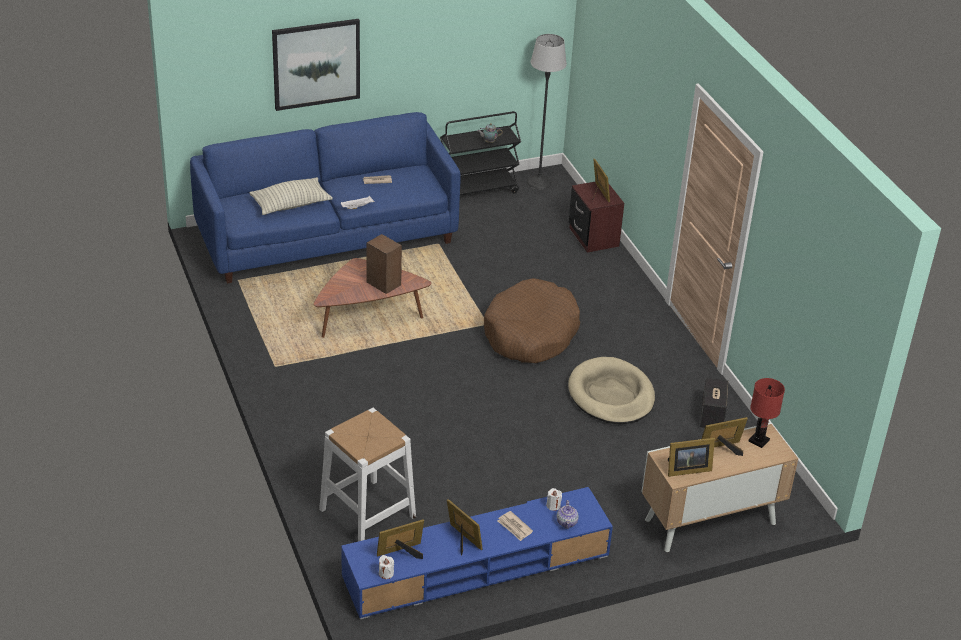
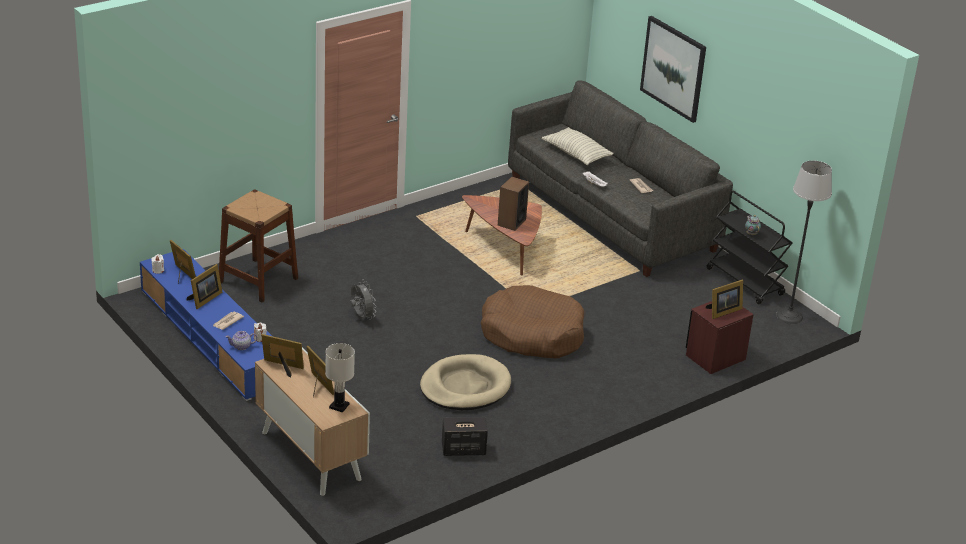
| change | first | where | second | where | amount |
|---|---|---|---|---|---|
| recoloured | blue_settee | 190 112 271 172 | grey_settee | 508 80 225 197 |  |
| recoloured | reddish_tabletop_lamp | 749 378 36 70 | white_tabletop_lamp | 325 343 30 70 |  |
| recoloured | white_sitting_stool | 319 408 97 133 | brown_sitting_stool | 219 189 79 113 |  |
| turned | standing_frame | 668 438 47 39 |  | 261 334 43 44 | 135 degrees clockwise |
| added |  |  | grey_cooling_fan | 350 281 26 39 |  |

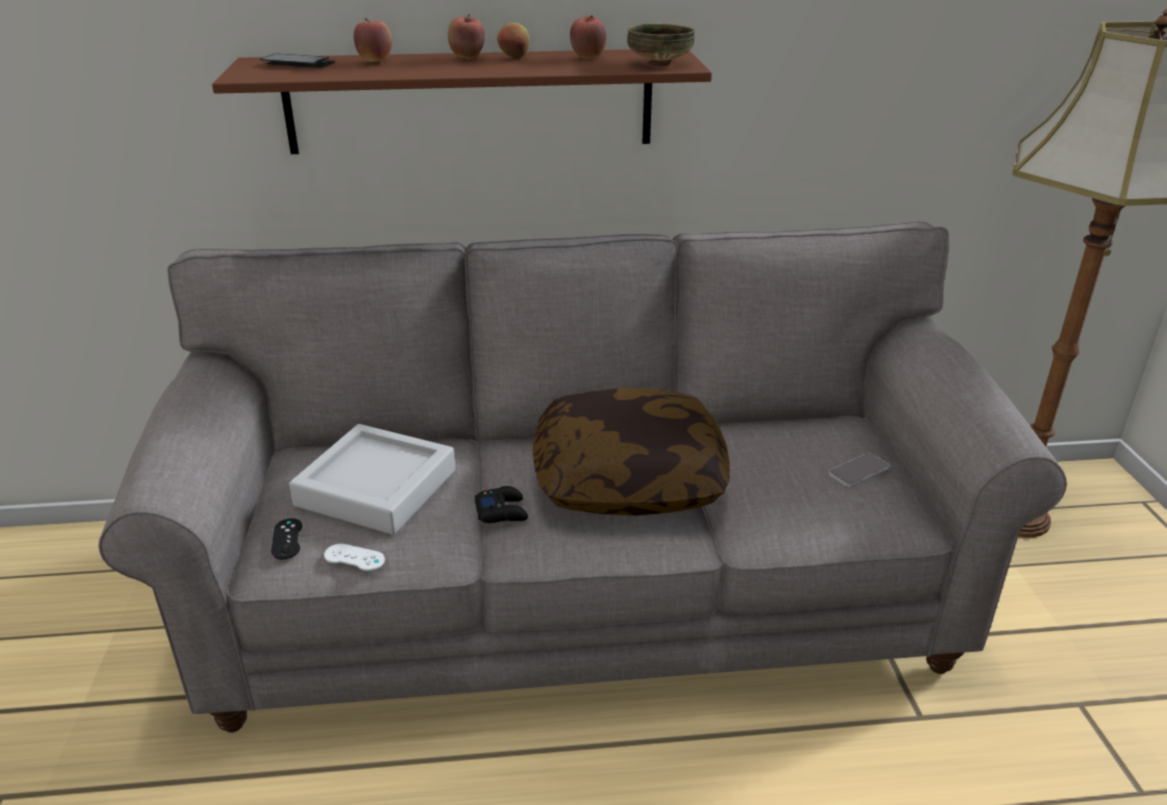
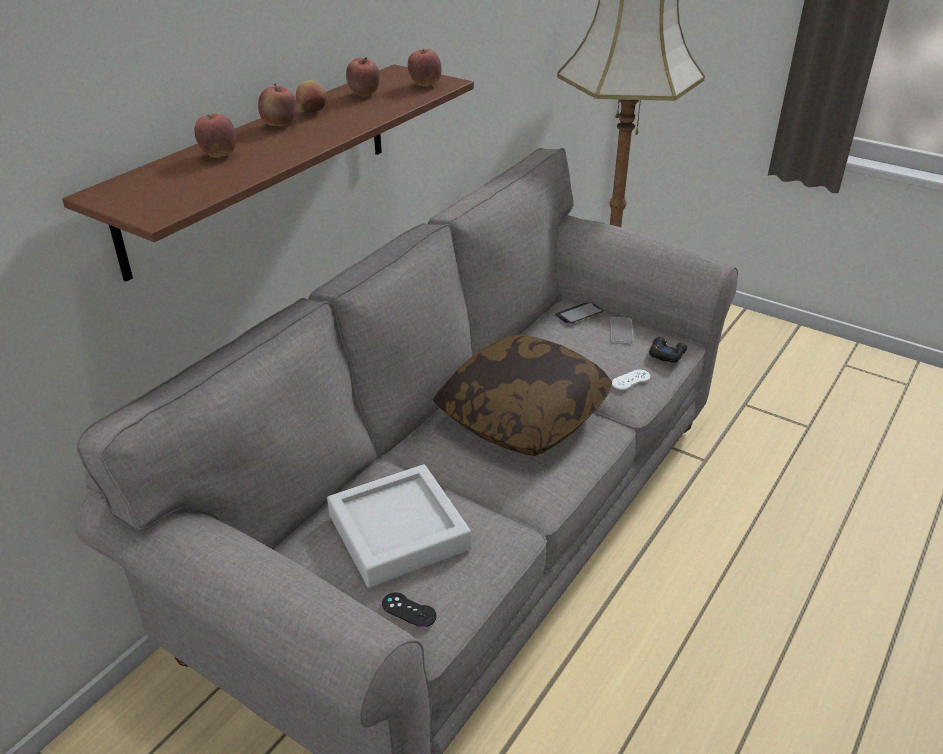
| change | first | where | second | where | amount |
|---|---|---|---|---|---|
| replaced | serving_bowl | 627 24 68 42 | whole_apple | 408 49 33 37 |  |
| moved | phone | 260 53 75 15 |  | 555 302 48 21 |  |
| moved | blackish_gamepad | 475 486 53 37 |  | 649 337 38 26 |  |
| moved | white_gamepad | 324 544 61 27 |  | 612 370 38 20 |  |

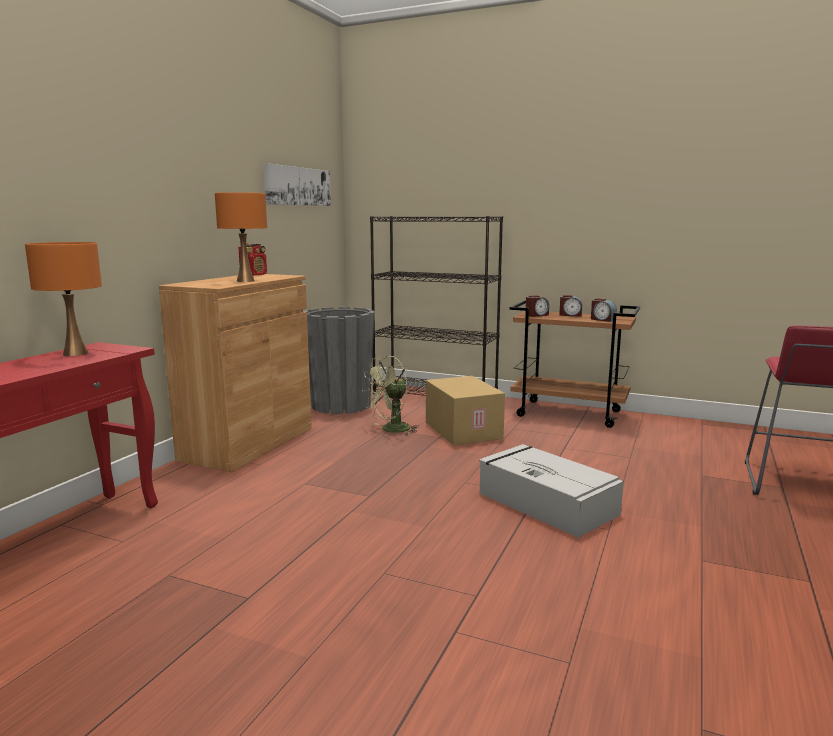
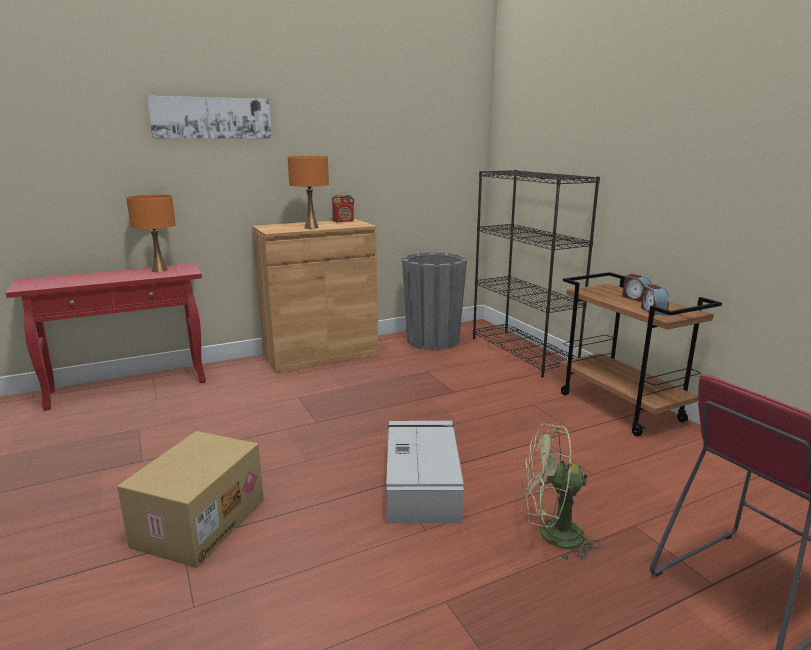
| change | first | where | second | where | amount |
|---|---|---|---|---|---|
| moved | wall_picture | 264 163 67 43 |  | 147 96 125 43 |  |
| removed | alarm_clock | 525 295 24 22 |  |  |  |
| moved | green_cooling_fan | 362 356 56 79 |  | 522 423 78 138 |  |
| moved | carton | 426 376 79 69 |  | 117 431 147 137 |  |

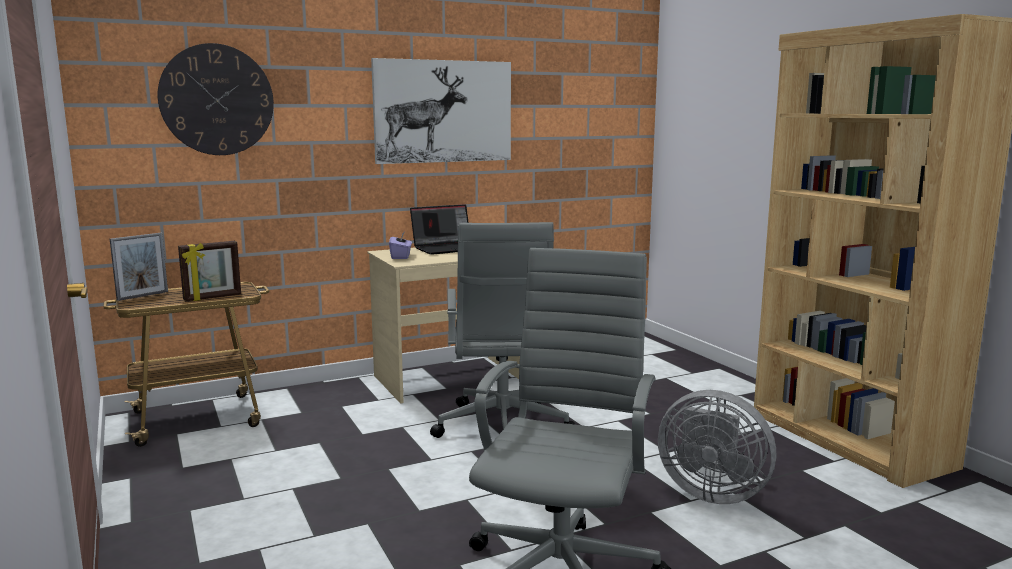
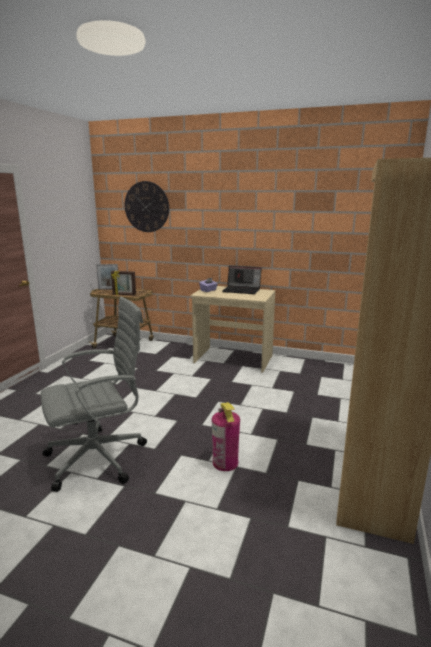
| change | first | where | second | where | amount |
|---|---|---|---|---|---|
| removed | wall_picture | 371 58 140 106 |  |  |  |
| removed | grey_office_chair | 430 222 146 216 |  |  |  |
| replaced | grey_cooling_fan | 658 390 118 114 | fire_extinguisher | 212 402 28 69 |  |

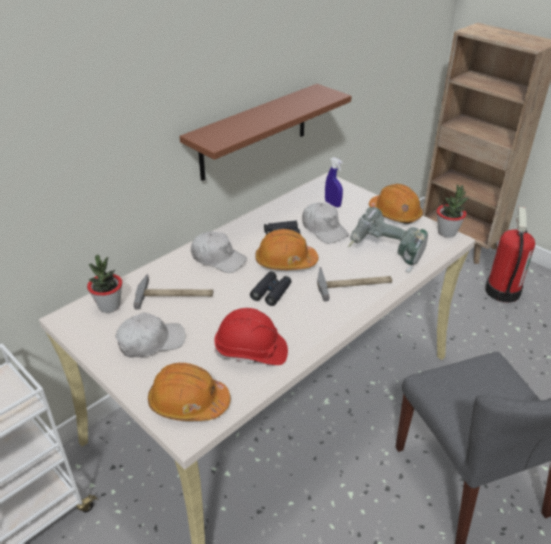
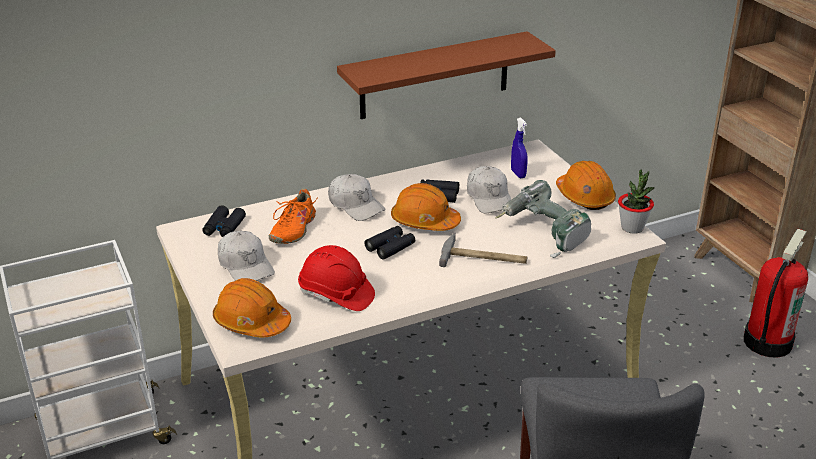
| change | first | where | second | where | amount |
|---|---|---|---|---|---|
| replaced | houseplant | 87 255 35 58 | blackish_pair_of_binoculars | 202 205 44 32 |  |
| replaced | tool_hammer | 133 274 80 35 | orangey_shoe | 269 188 49 56 |  |
| turned | white_peaked_cap | 115 313 71 44 |  | 218 231 57 50 | 60 degrees clockwise |

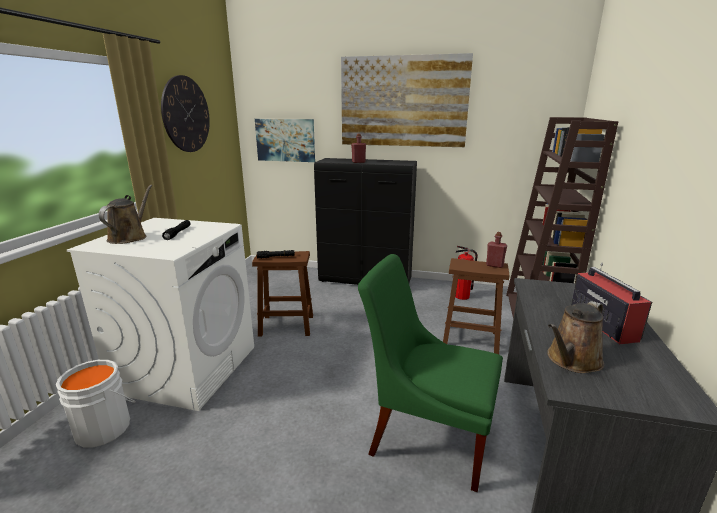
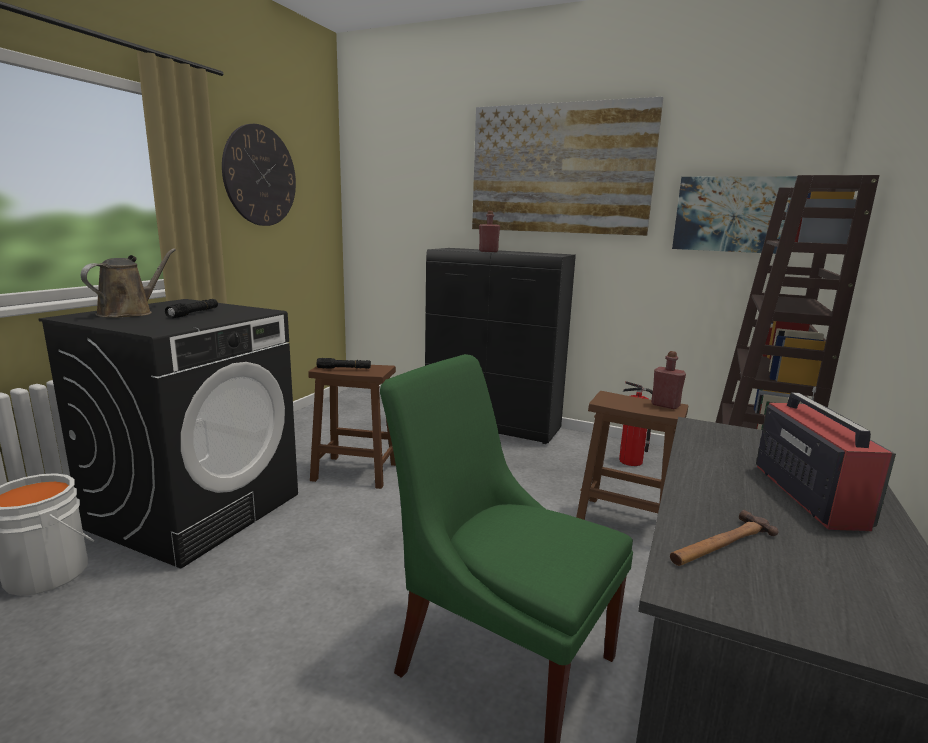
| change | first | where | second | where | amount |
|---|---|---|---|---|---|
| moved | wall_picture | 255 119 60 43 |  | 672 176 125 78 |  |
| recoloured | white_laundry_appliance | 67 218 187 193 | blackish_laundry_appliance | 38 299 260 269 |  |
| replaced | brown_watering_pot | 547 301 57 72 | tool_hammer | 670 510 108 56 |  |

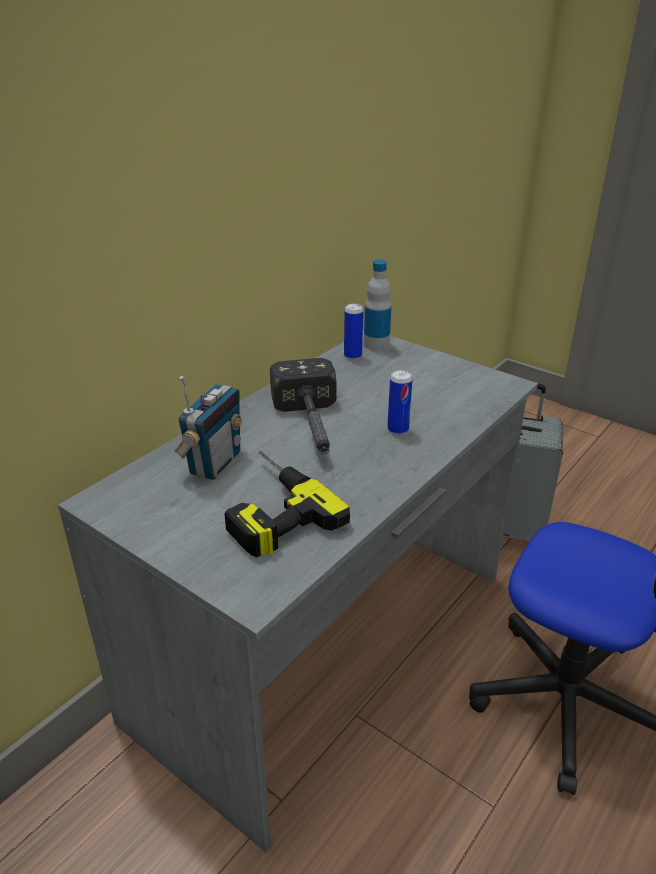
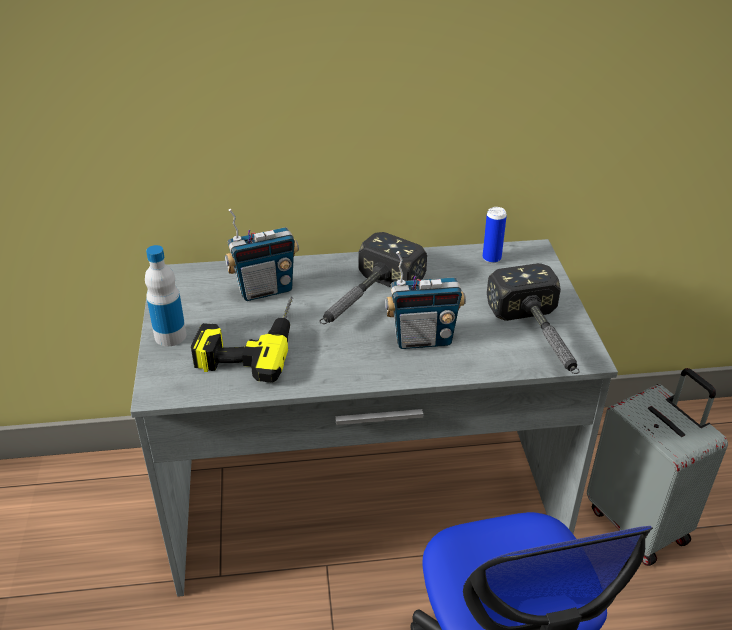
| change | first | where | second | where | amount |
|---|---|---|---|---|---|
| moved | bottle | 364 260 28 90 |  | 145 245 42 101 |  |
| replaced | metal_can | 387 370 26 65 | radio | 385 251 81 98 |  |
| added |  |  | tool_hammer | 487 263 93 111 |  |

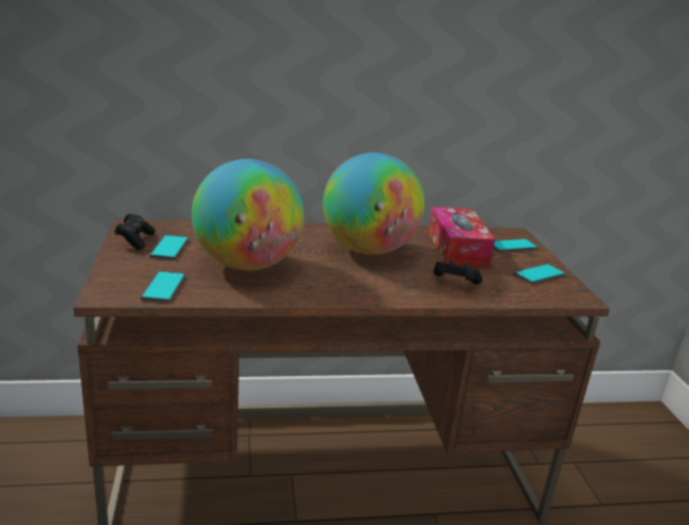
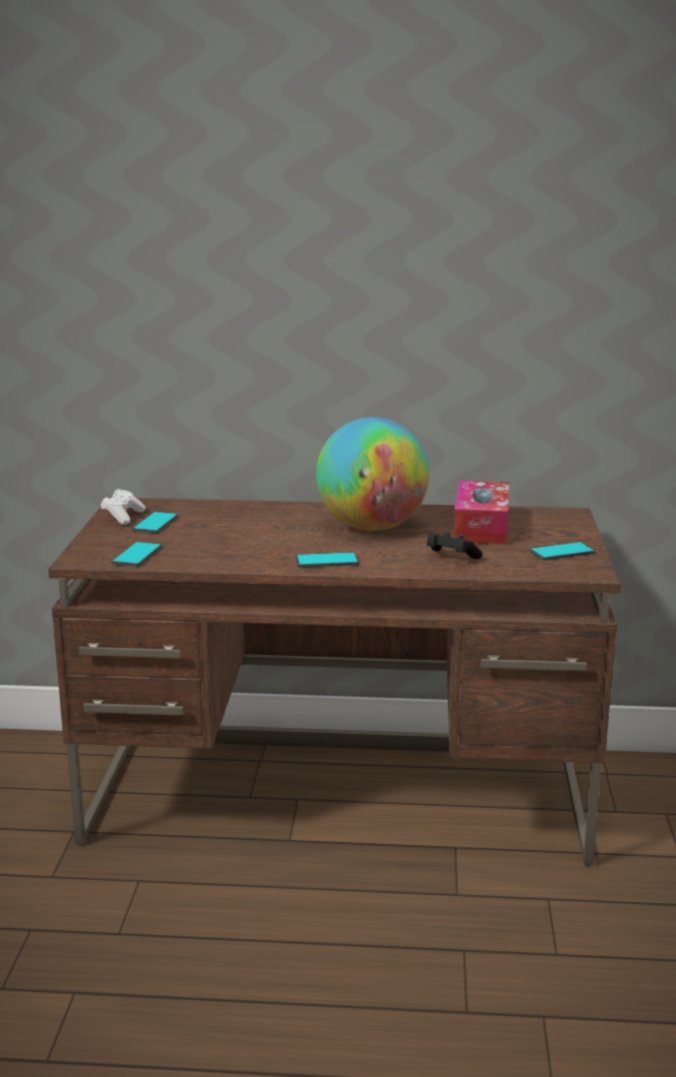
| change | first | where | second | where | amount |
|---|---|---|---|---|---|
| removed | desk_globe | 192 159 112 112 |  |  |  |
| recoloured | blackish_gamepad | 115 213 40 37 | white_gamepad | 101 489 45 36 |  |
| moved | phone | 494 239 44 13 |  | 296 552 62 16 |  |

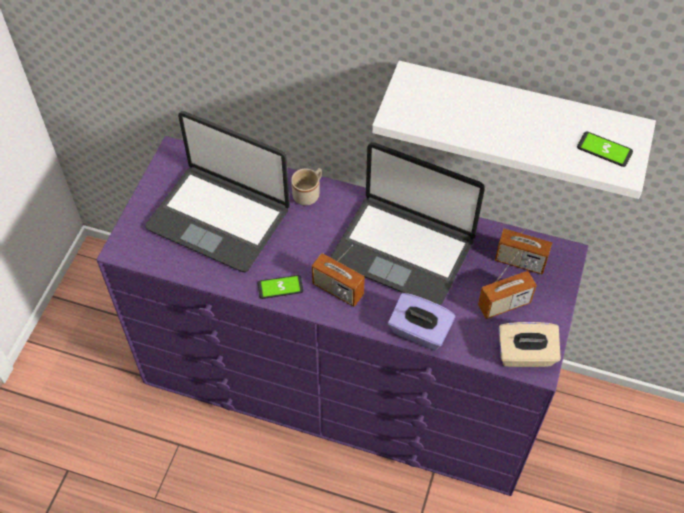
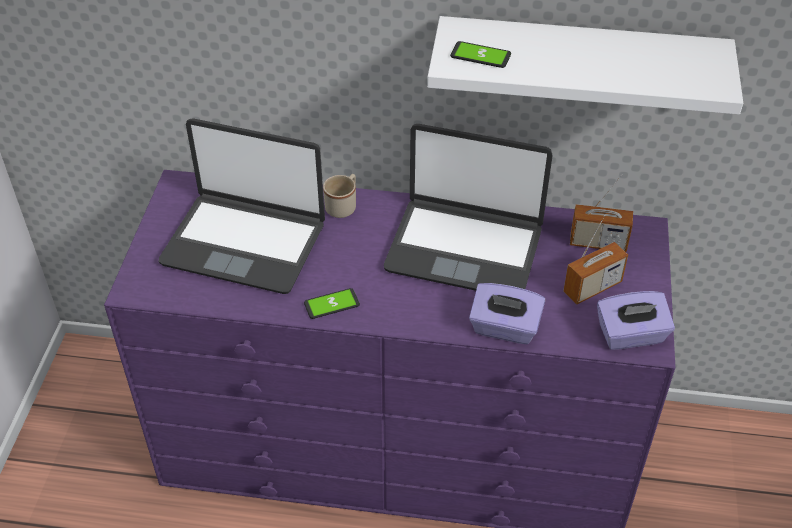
| change | first | where | second | where | amount |
|---|---|---|---|---|---|
| moved | phone | 577 132 56 35 |  | 450 41 61 27 |  |
| removed | radio | 312 245 53 62 |  |  |  |
| recoloured | beige_tissue_box | 498 322 63 45 | purplish_tissue_box | 597 291 78 59 |  |

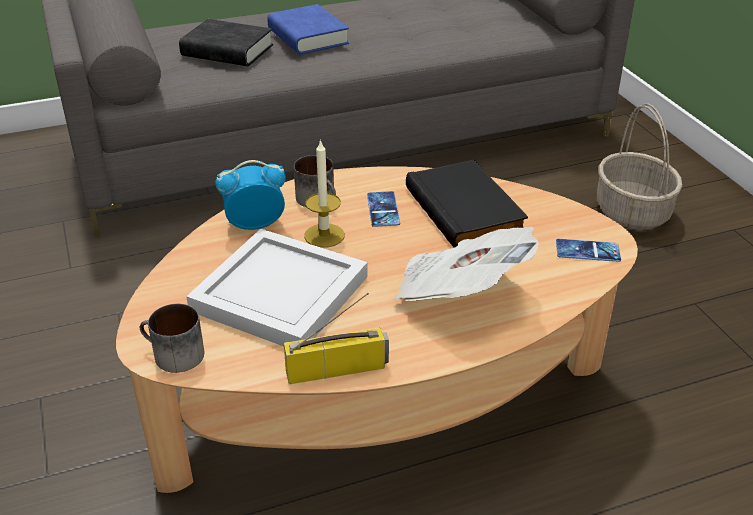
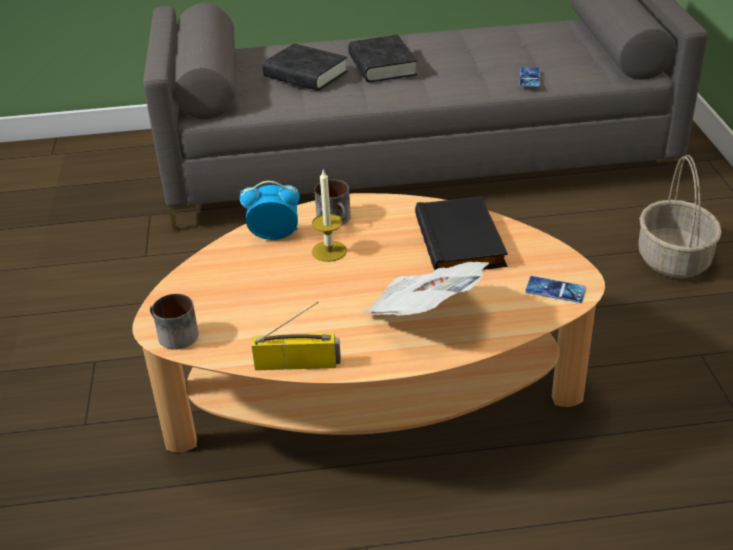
| change | first | where | second | where | amount |
|---|---|---|---|---|---|
| recoloured | blue_volume | 267 4 82 50 | blackish_volume | 348 35 69 47 |  |
| moved | phone | 367 191 33 36 |  | 519 67 21 20 |  |
| removed | white_carrying_tray | 186 229 182 117 |  |  |  |

